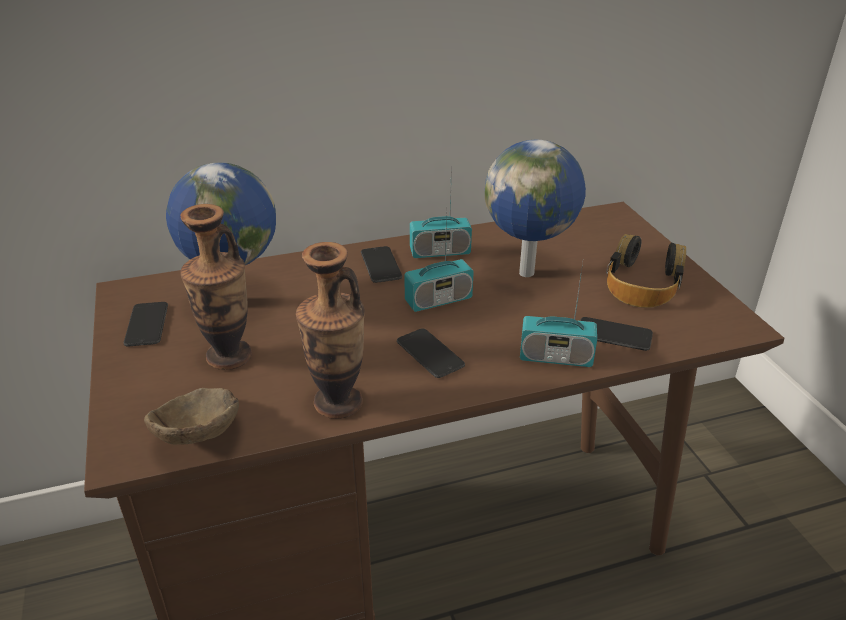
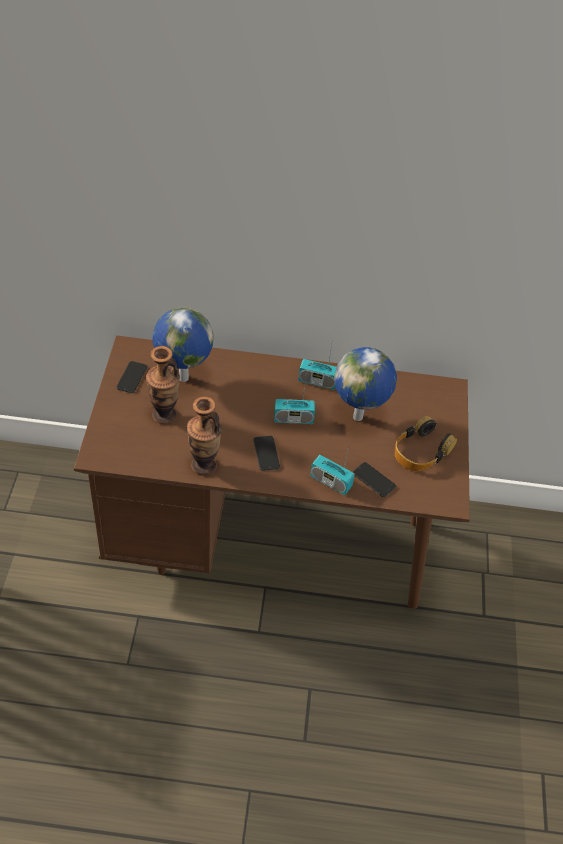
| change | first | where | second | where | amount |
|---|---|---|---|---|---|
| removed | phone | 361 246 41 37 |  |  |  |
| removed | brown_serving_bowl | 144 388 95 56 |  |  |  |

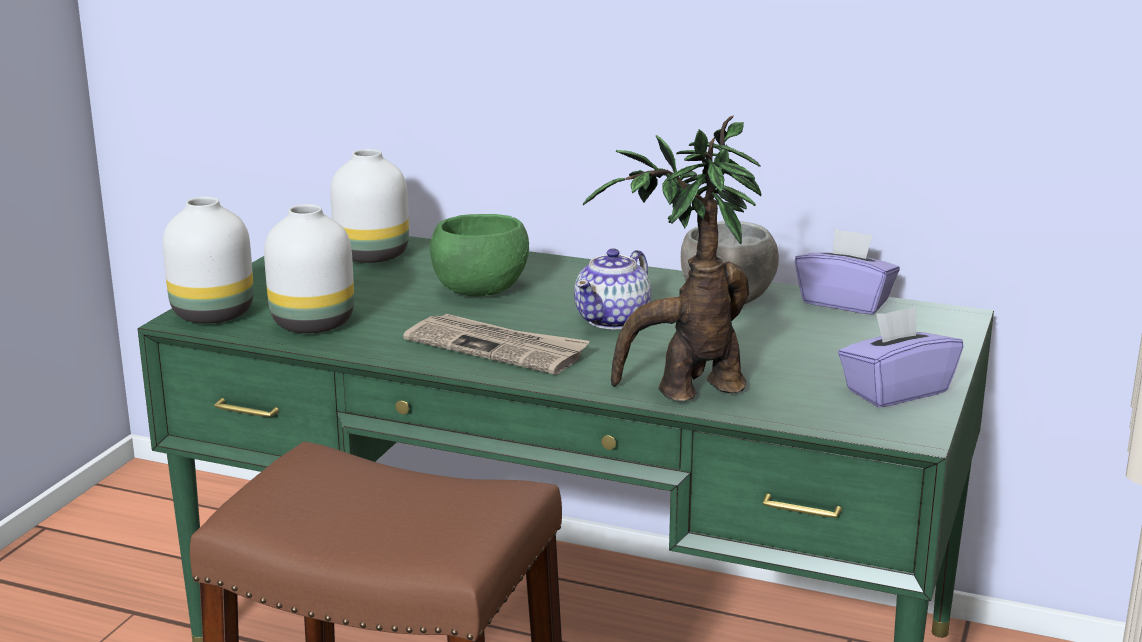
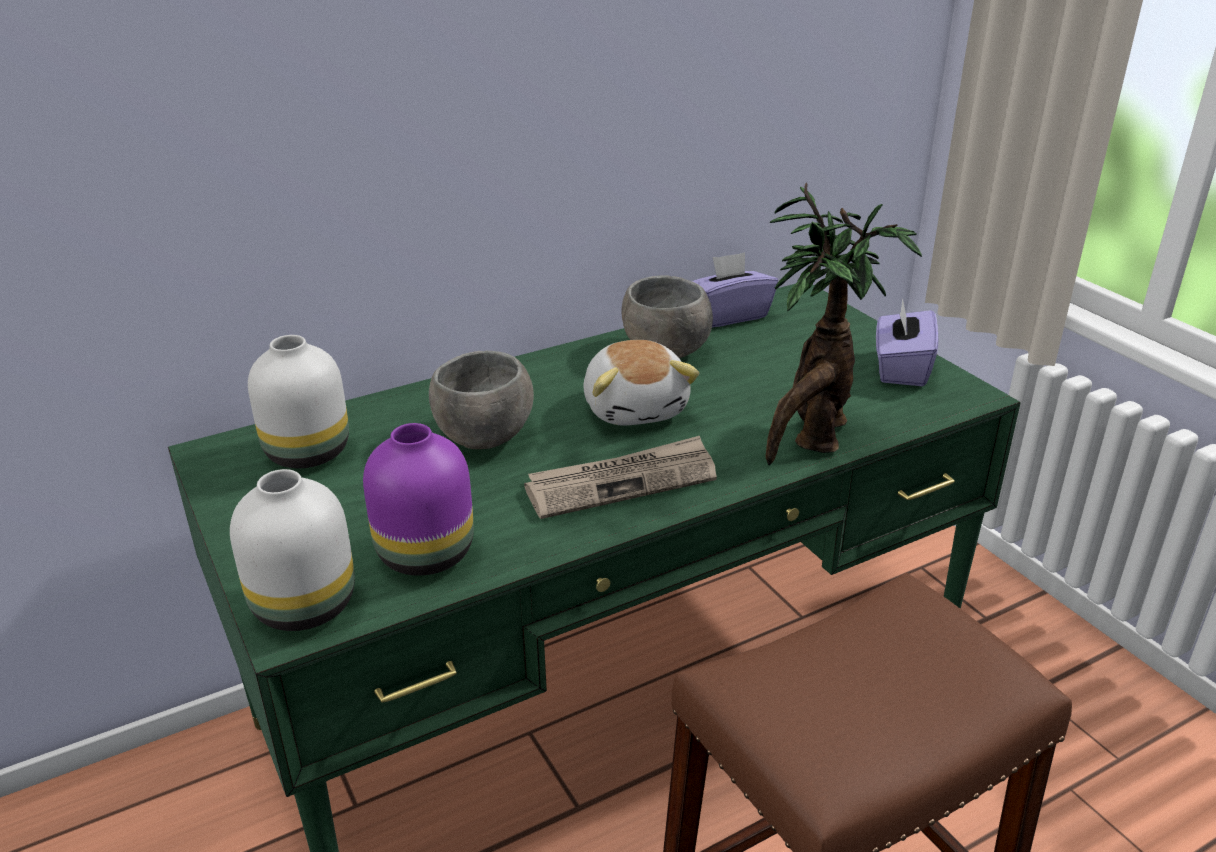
| change | first | where | second | where | amount |
|---|---|---|---|---|---|
| recoloured | white_vase | 264 204 90 129 | purplish_vase | 363 423 111 153 |  |
| recoloured | green_serving_bowl | 430 214 99 83 | grey_serving_bowl | 429 351 105 98 |  |
| replaced | tea_pot | 574 249 77 81 | soft_toy | 584 340 115 85 |  |

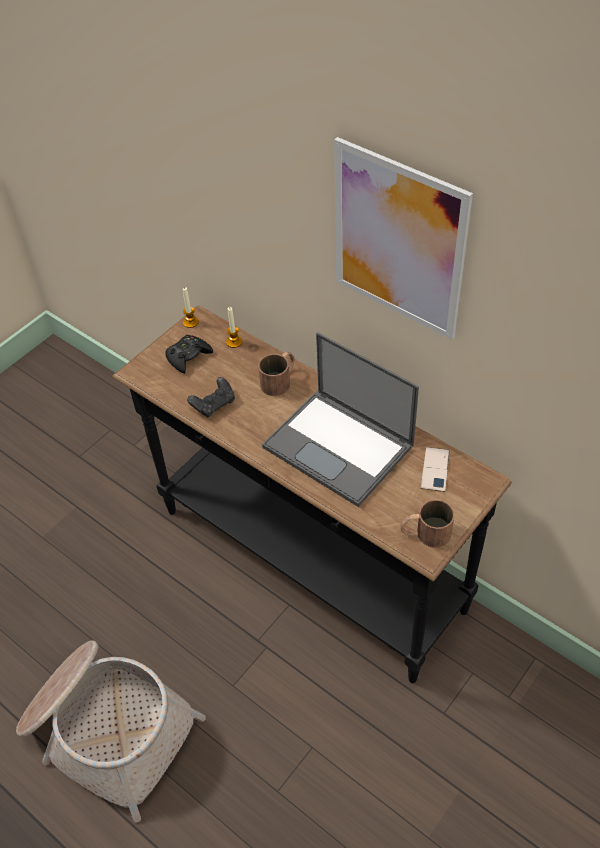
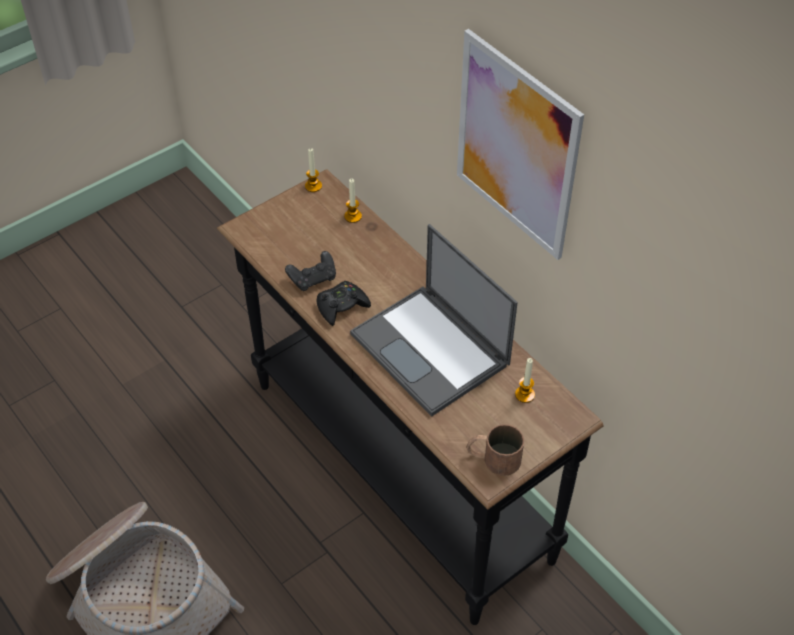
| change | first | where | second | where | amount |
|---|---|---|---|---|---|
| moved | blackish_gamepad | 165 335 48 39 |  | 316 281 55 45 |  |
| removed | brown_mug | 258 352 36 44 |  |  |  |
| replaced | phone | 421 447 29 45 | wax_light | 515 358 20 45 |  |

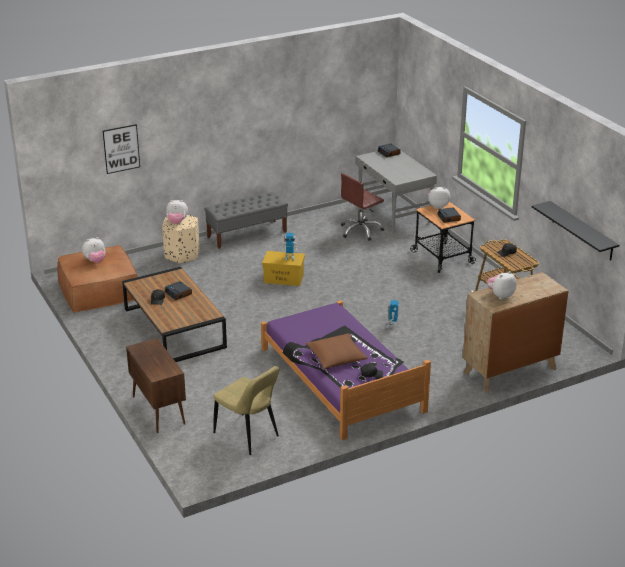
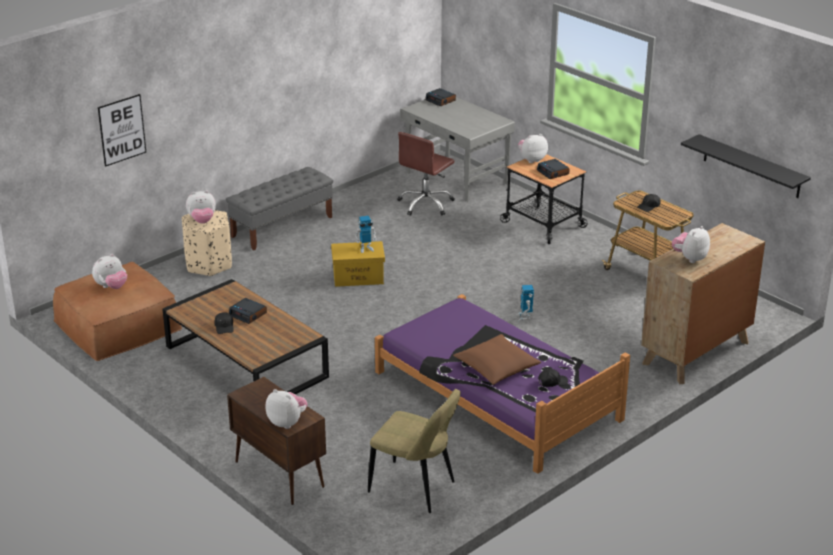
| change | first | where | second | where | amount |
|---|---|---|---|---|---|
| added |  |  | soft_toy | 266 389 42 40 |  |

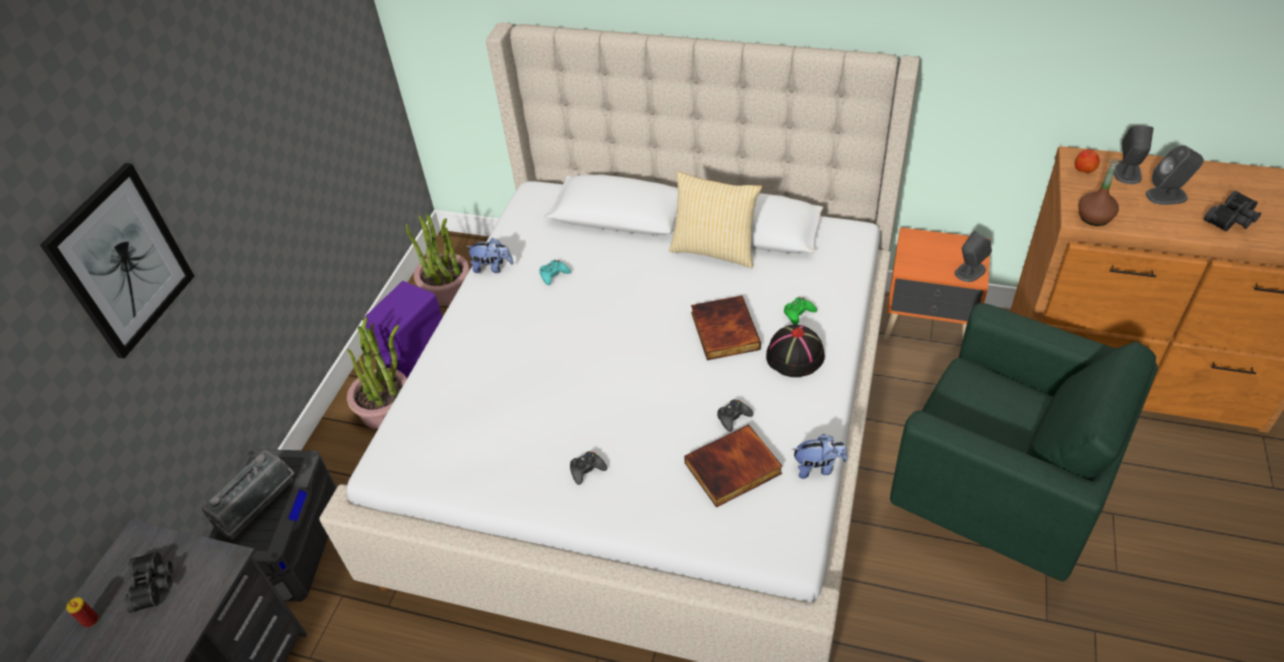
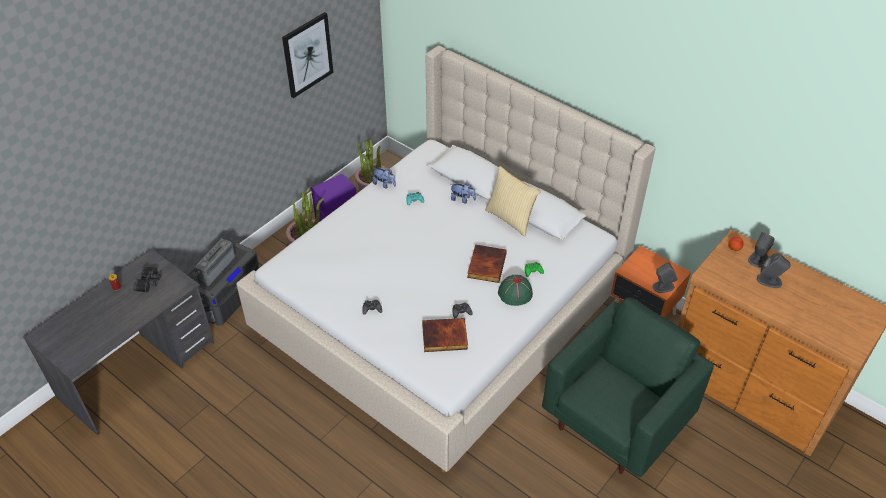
| change | first | where | second | where | amount |
|---|---|---|---|---|---|
| removed | brown_bottle | 1078 158 41 68 |  |  |  |
| moved | wall_picture | 40 163 155 196 |  | 282 12 52 86 |  |
| removed | blackish_pair_of_binoculars | 1204 191 57 40 |  |  |  |
| turned | green_easy_chair | 890 303 268 278 |  | 542 297 172 180 | 105 degrees counterclockwise |
| recoloured | blackish_wearable_hat | 766 324 59 53 | green_wearable_hat | 498 275 35 31 |  |
| moved | soft_toy | 792 434 56 45 |  | 451 182 25 21 |  |
| turned | radio | 202 450 92 90 |  | 192 238 43 48 | 150 degrees clockwise |

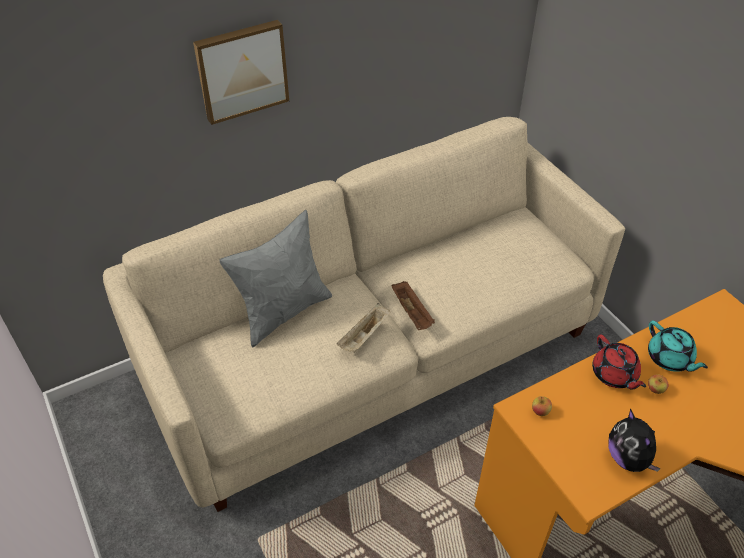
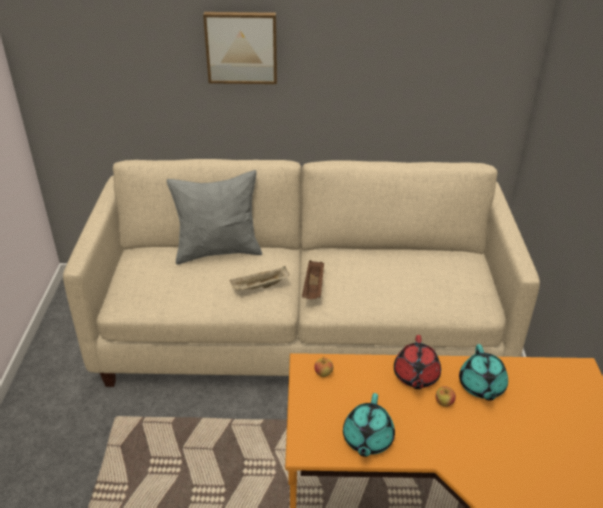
| change | first | where | second | where | amount |
|---|---|---|---|---|---|
| replaced | soft_toy | 609 409 51 63 | turquoise_tea_pot | 343 393 52 64 |  |

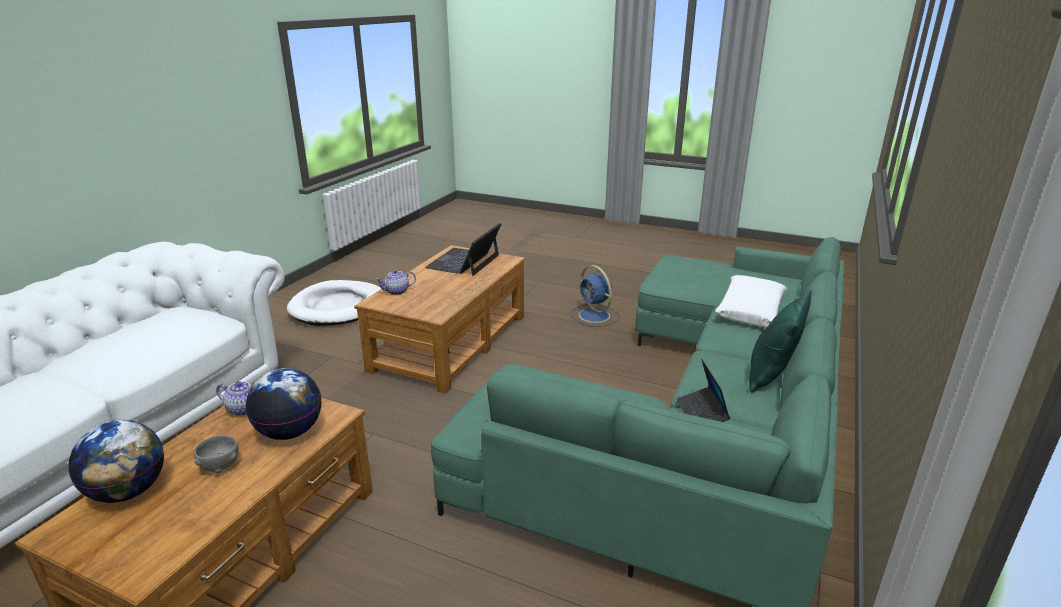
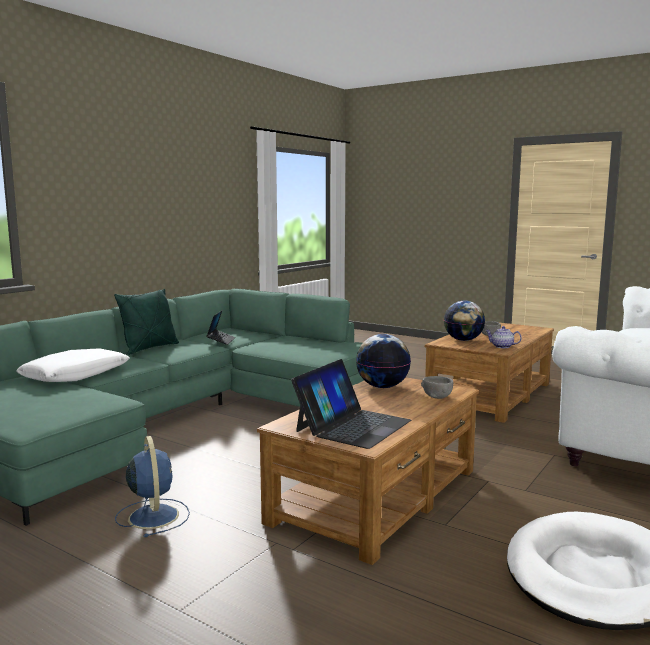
| change | first | where | second | where | amount |
|---|---|---|---|---|---|
| replaced | tea_pot | 376 270 40 25 | grey_serving_bowl | 421 376 32 23 |  |
| moved | desk_globe | 69 420 95 83 |  | 356 334 55 54 |  |

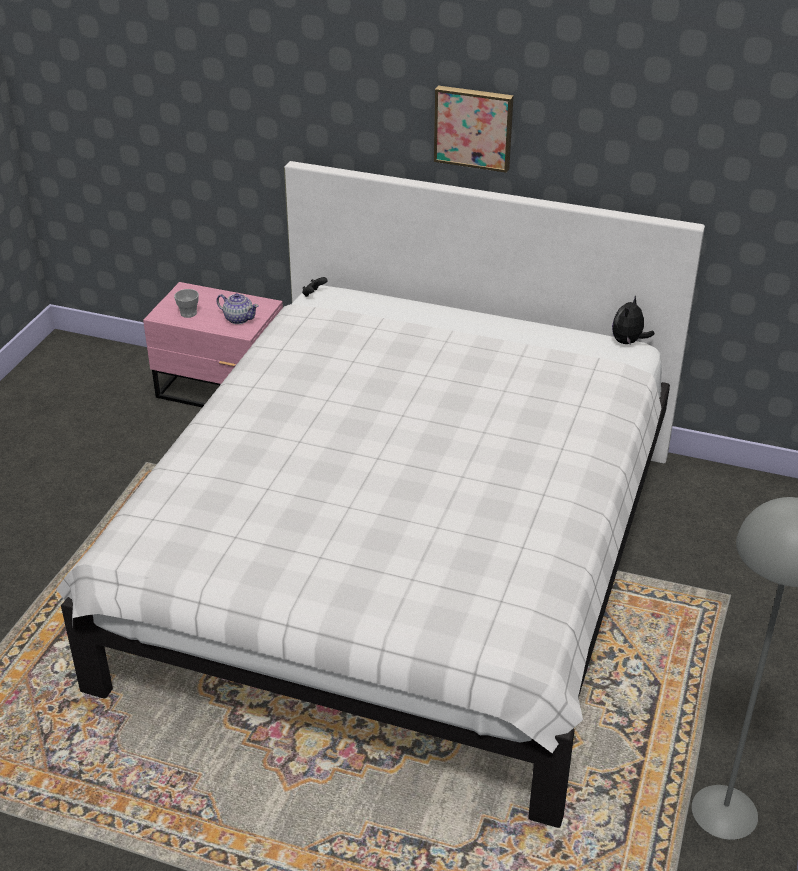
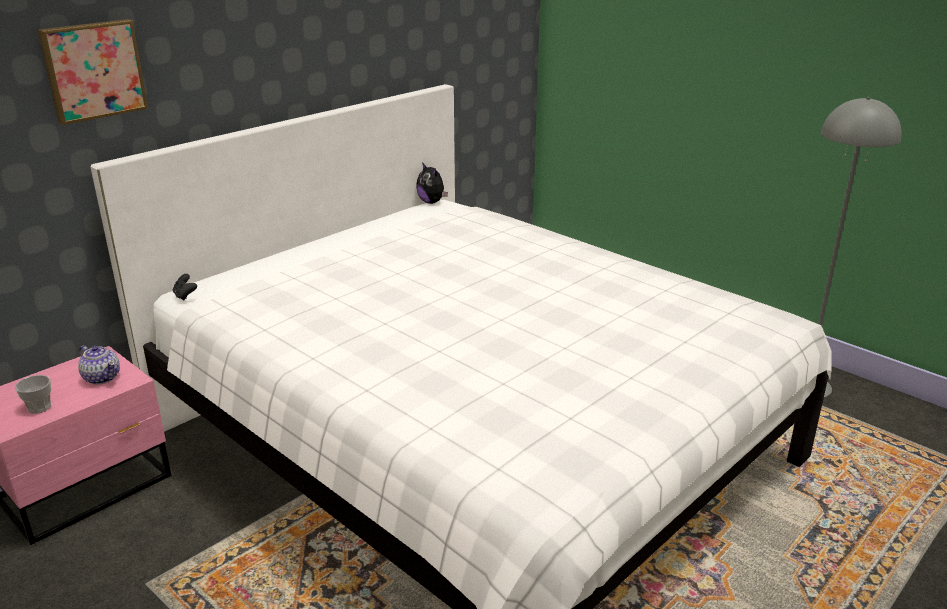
| change | first | where | second | where | amount |
|---|---|---|---|---|---|
| moved | wall_picture | 434 85 80 88 |  | 37 19 111 106 |  |
| turned | tea_pot | 216 293 43 31 |  | 78 345 42 40 | 75 degrees clockwise |

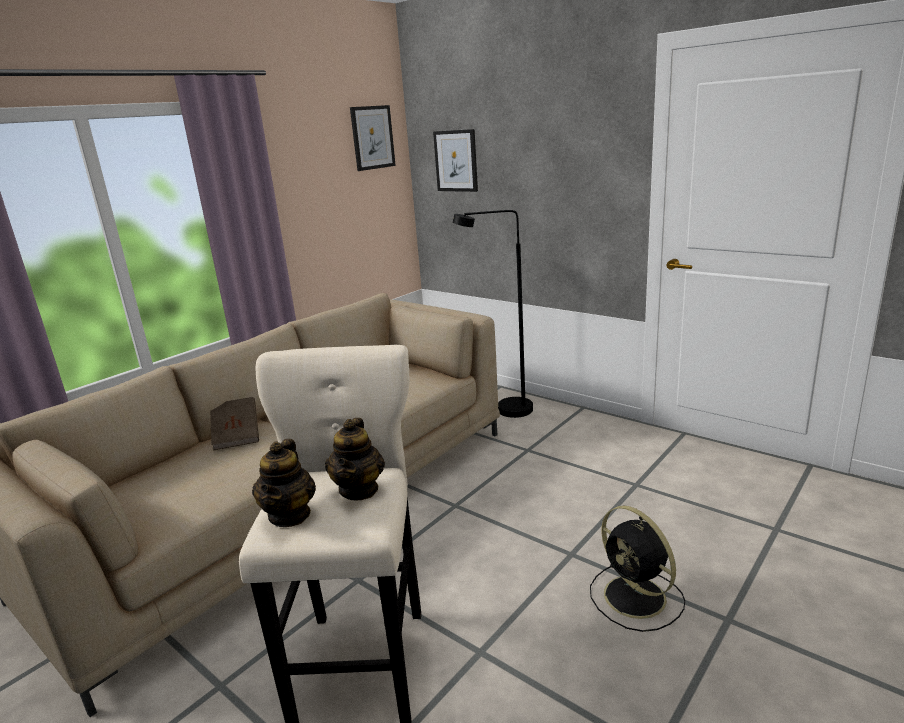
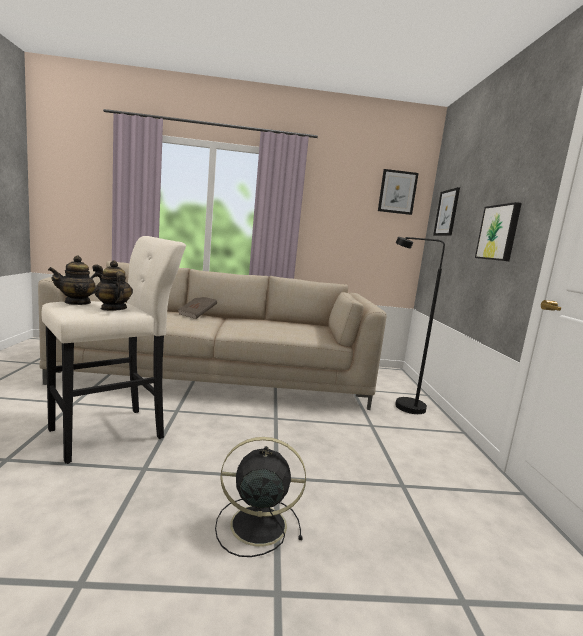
| change | first | where | second | where | amount |
|---|---|---|---|---|---|
| turned | tea_pot | 325 418 60 83 |  | 94 260 39 51 | 90 degrees clockwise |
| turned | blackish_cooling_fan | 590 505 95 127 |  | 215 437 91 120 | 75 degrees clockwise |
| added |  |  | wall_picture | 475 202 47 59 |  |

